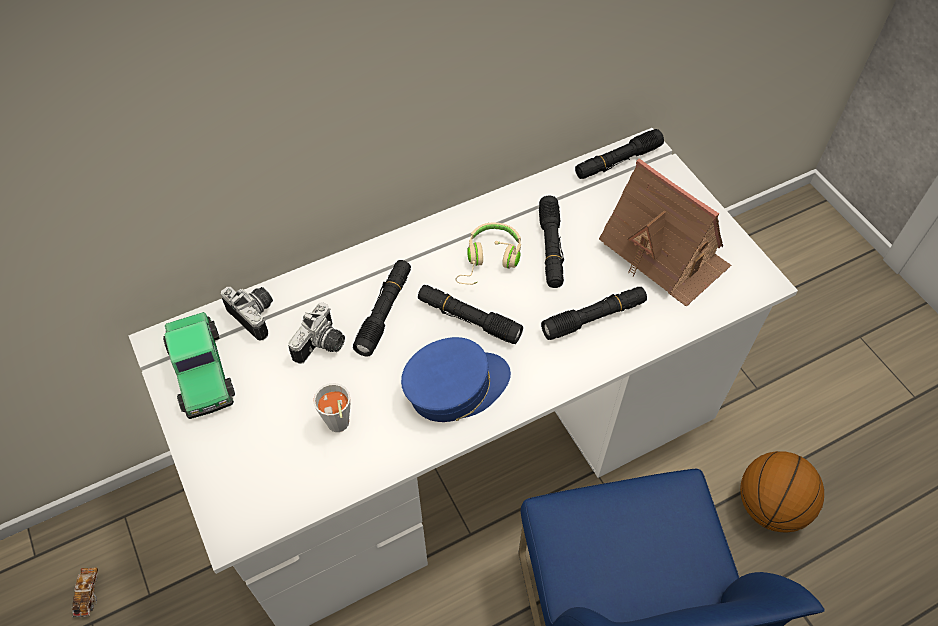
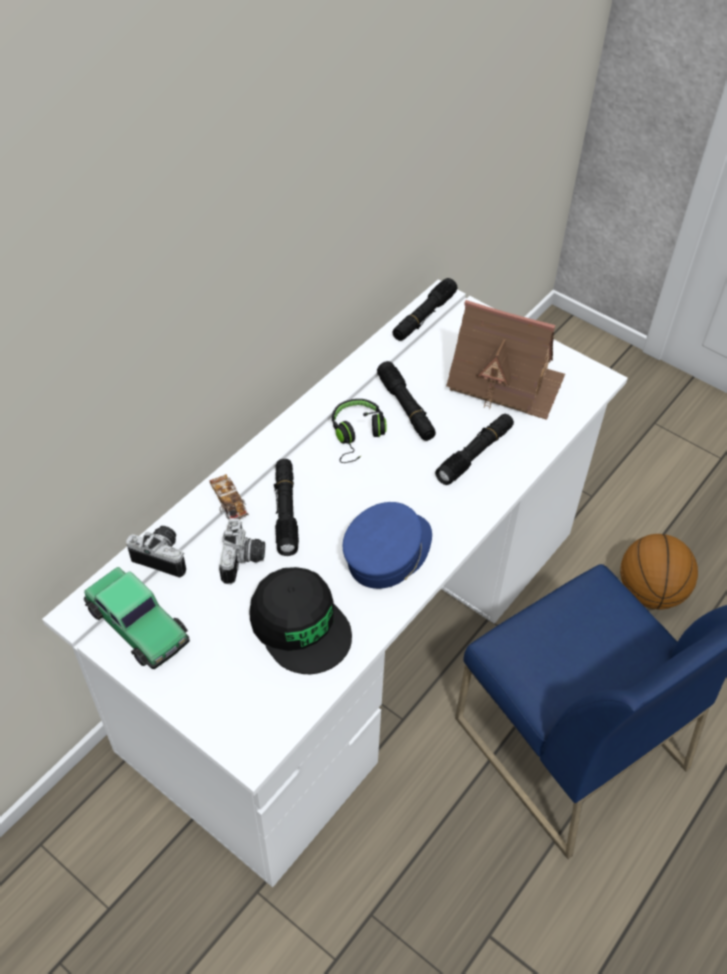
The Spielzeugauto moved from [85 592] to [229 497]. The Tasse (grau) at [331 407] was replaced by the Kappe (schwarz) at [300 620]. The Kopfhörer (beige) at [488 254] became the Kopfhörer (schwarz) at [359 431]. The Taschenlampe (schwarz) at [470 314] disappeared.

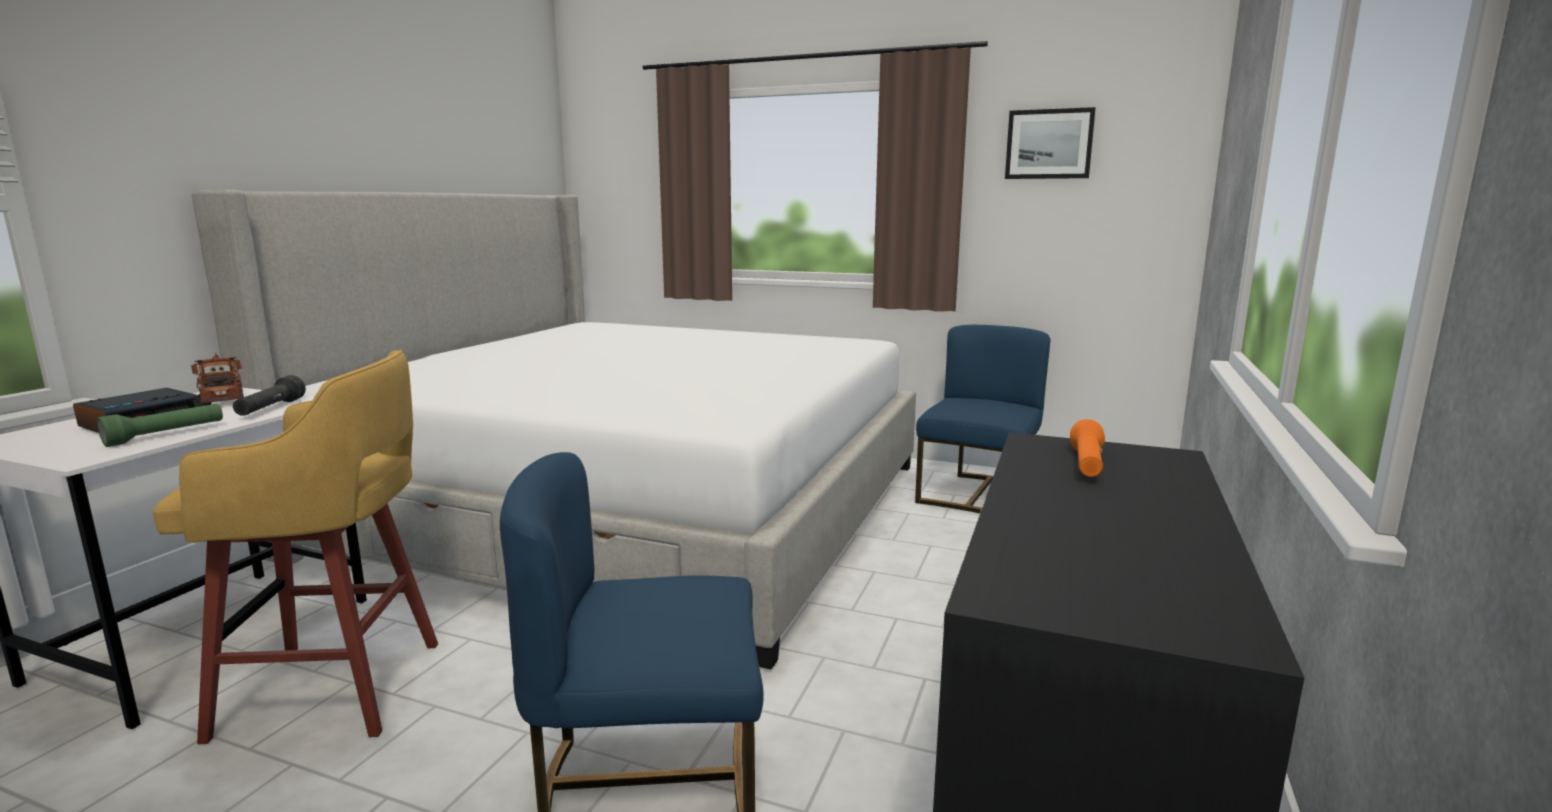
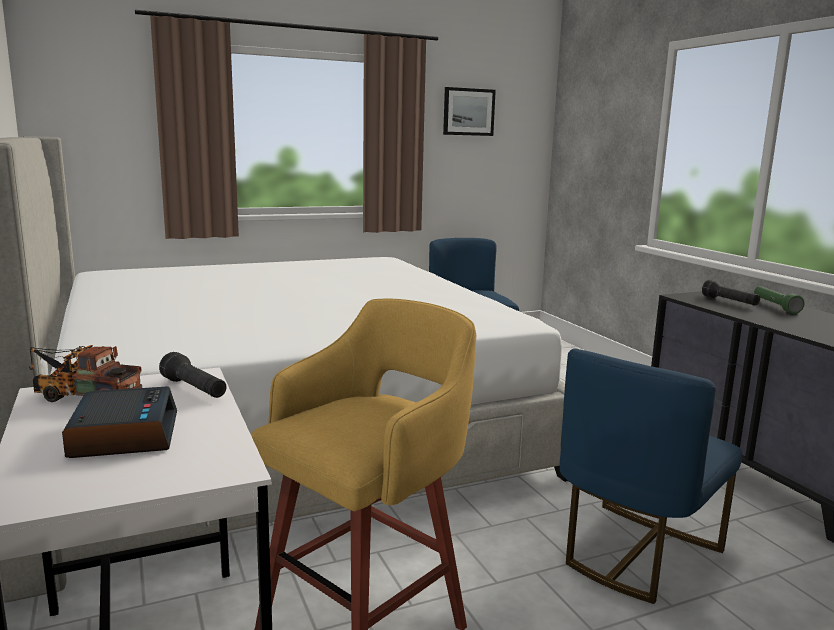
The Taschenlampe (orange) at [1087 448] became the Taschenlampe (schwarz) at [731 292]. The Taschenlampe (grün) moved from [160 425] to [779 300].

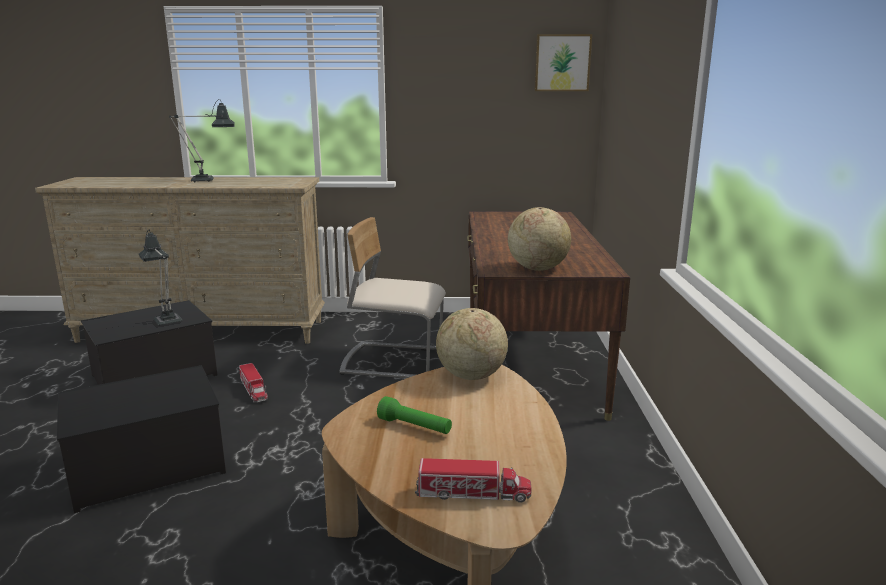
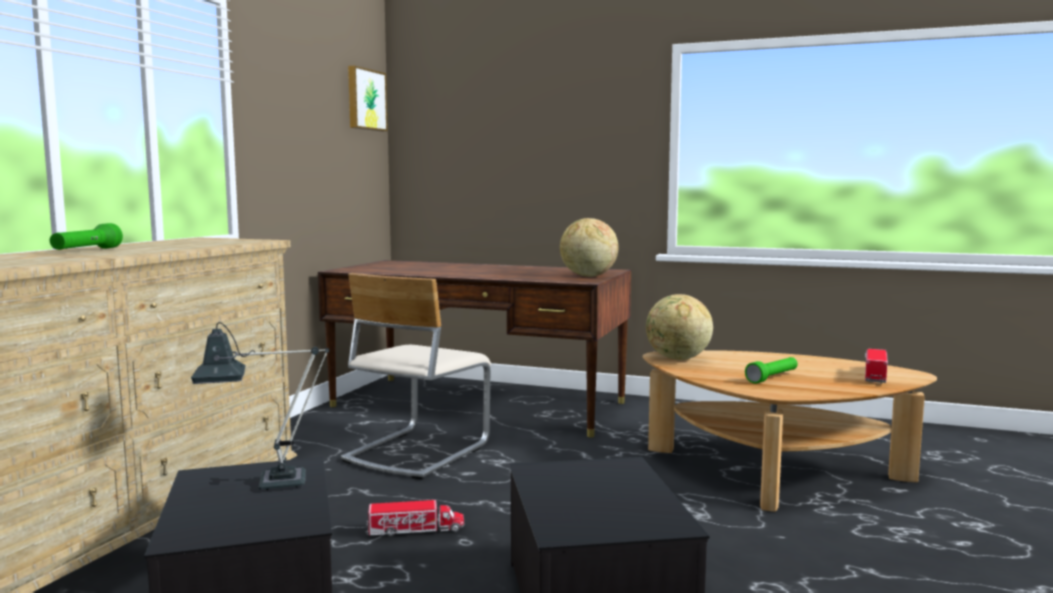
The Tischlampe at [202 140] was replaced by the Taschenlampe (grün) at [86 236].

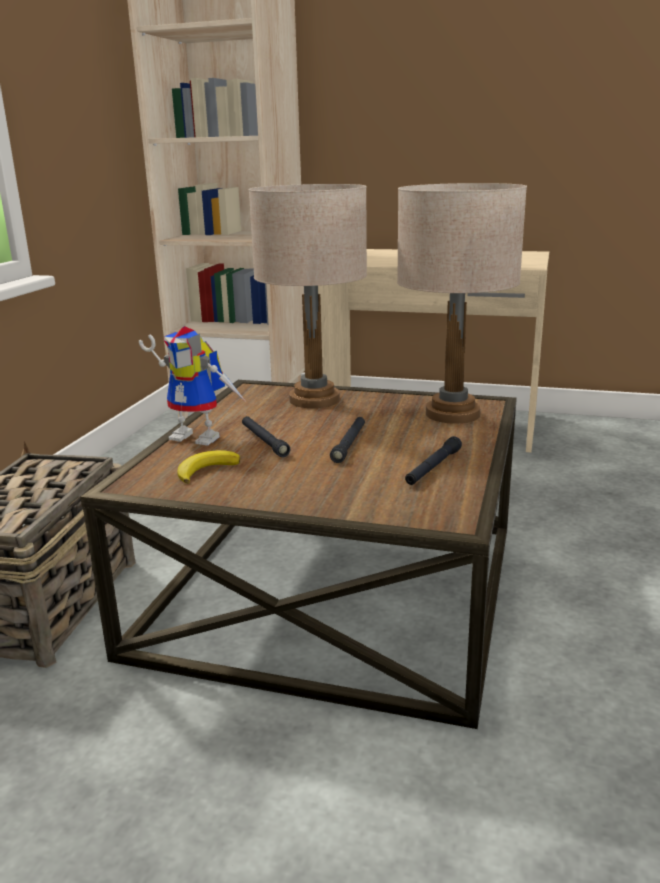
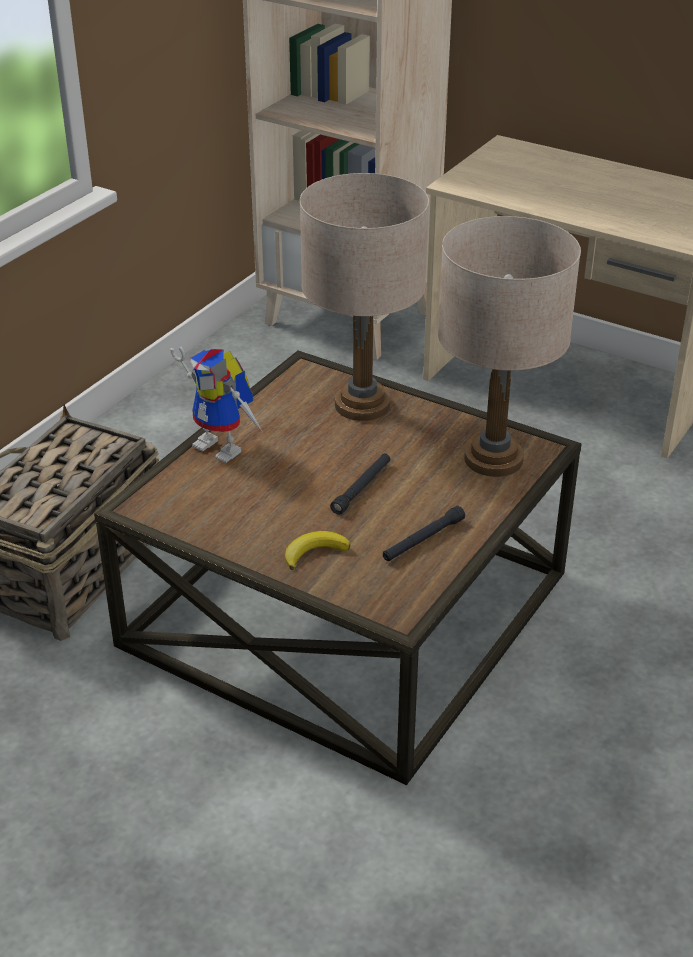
The Banane moved from [208 467] to [317 550]. The Taschenlampe (schwarz) at [266 436] disappeared.

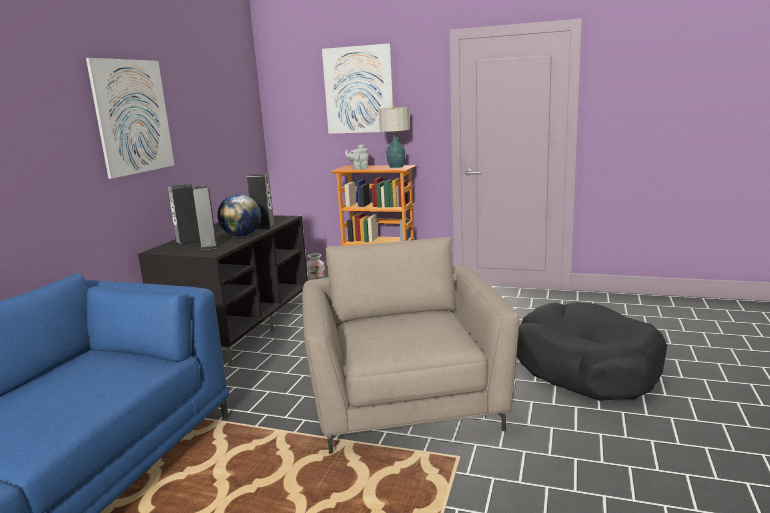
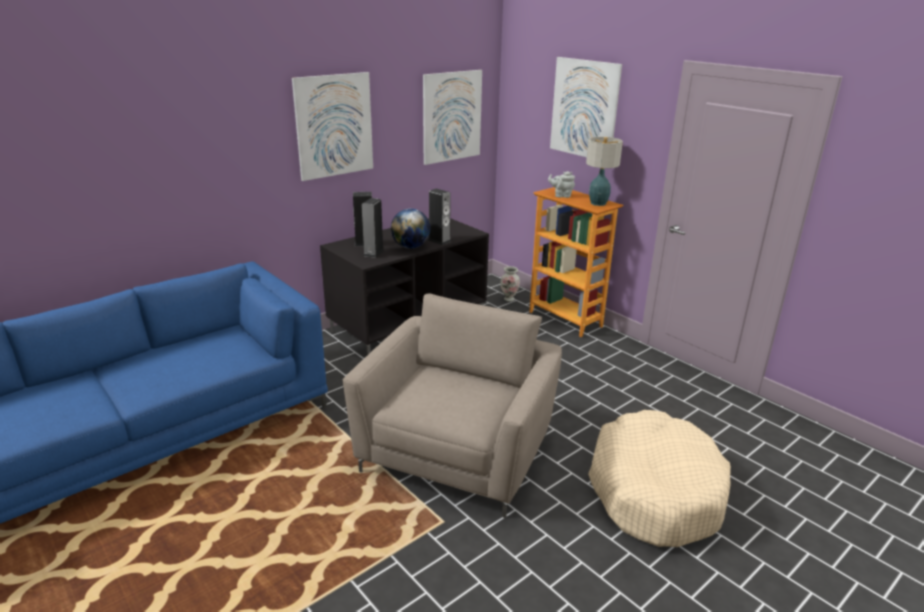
The Bild at [452 117] appeared. The Hundebett (schwarz) at [592 351] became the Hundebett (beige) at [659 478].

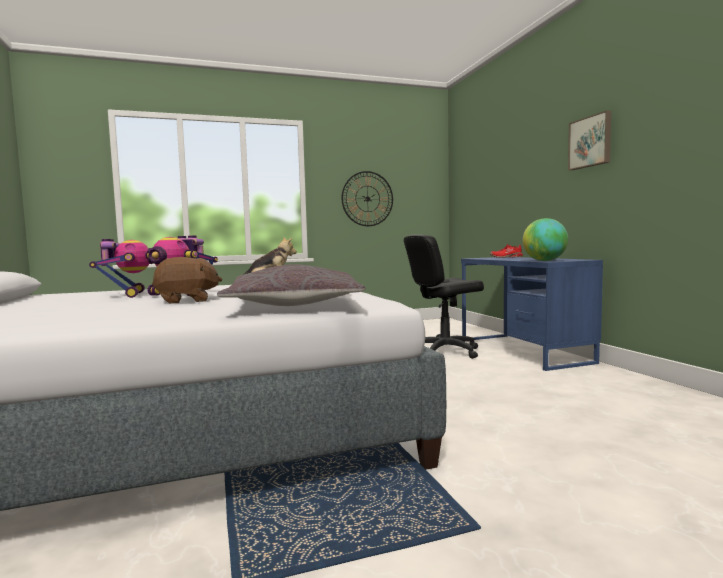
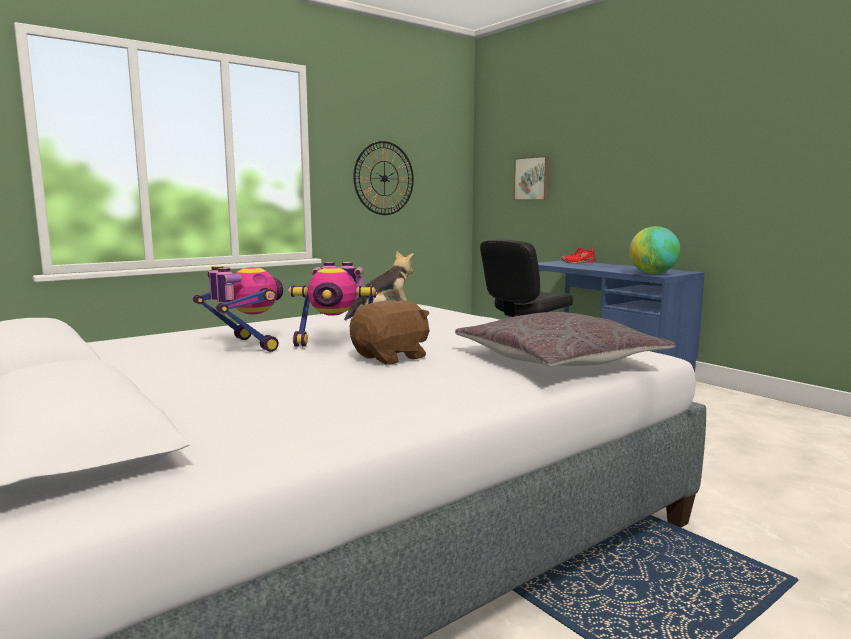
The Bild moved from [589 140] to [531 178].

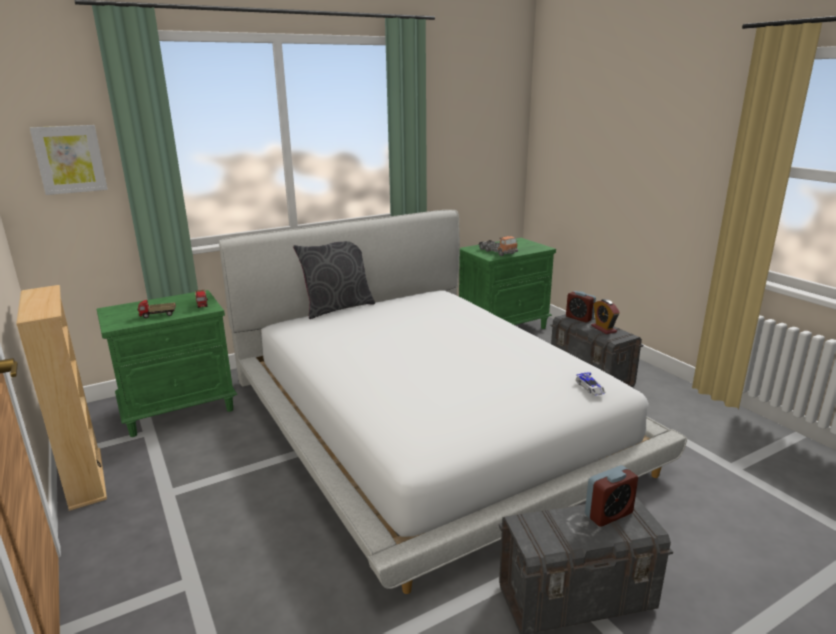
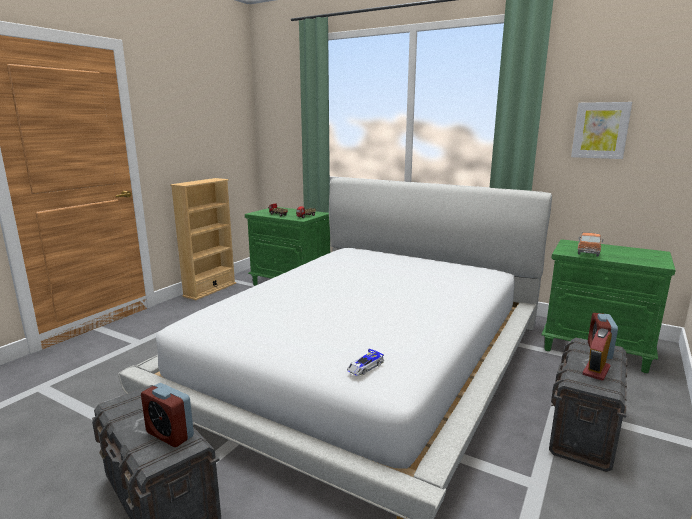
The Bild moved from [69 160] to [601 130]. The Kissen (grau) at [334 280] disappeared.

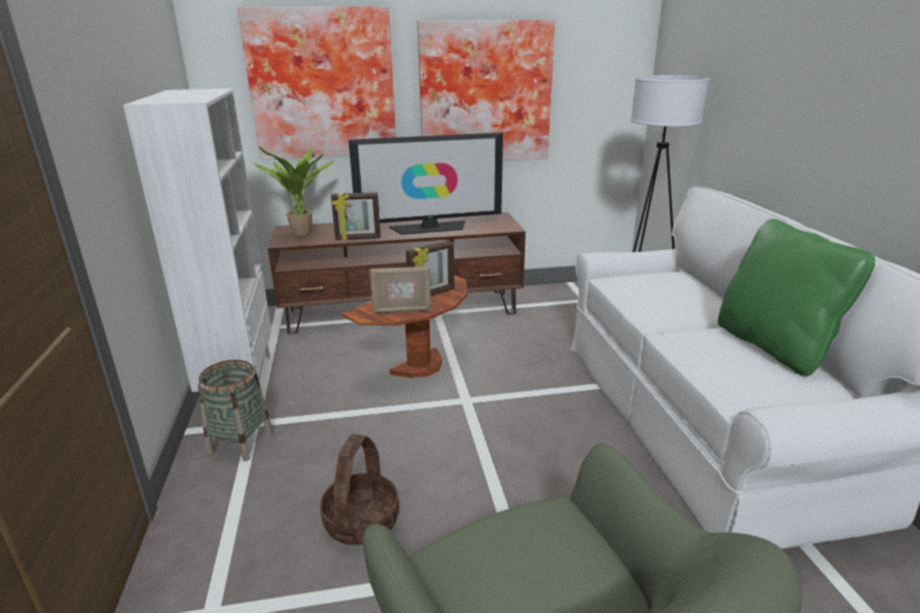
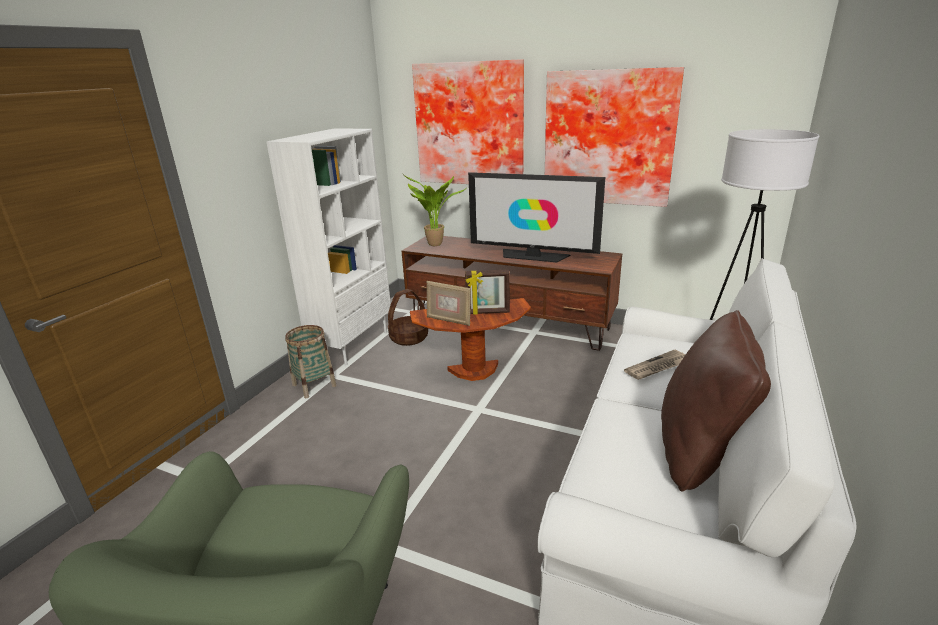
The Korb moved from [359 489] to [408 317]. The Zeitung at [655 365] appeared. The Kissen (grün) at [796 297] became the Kissen (braun) at [716 400]. The Bilderrahmen at [356 216] disappeared.

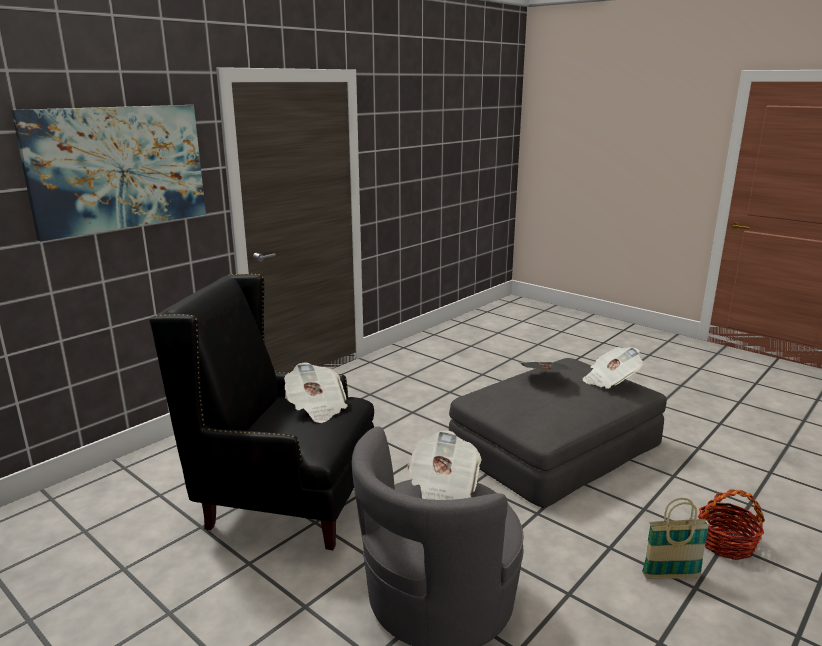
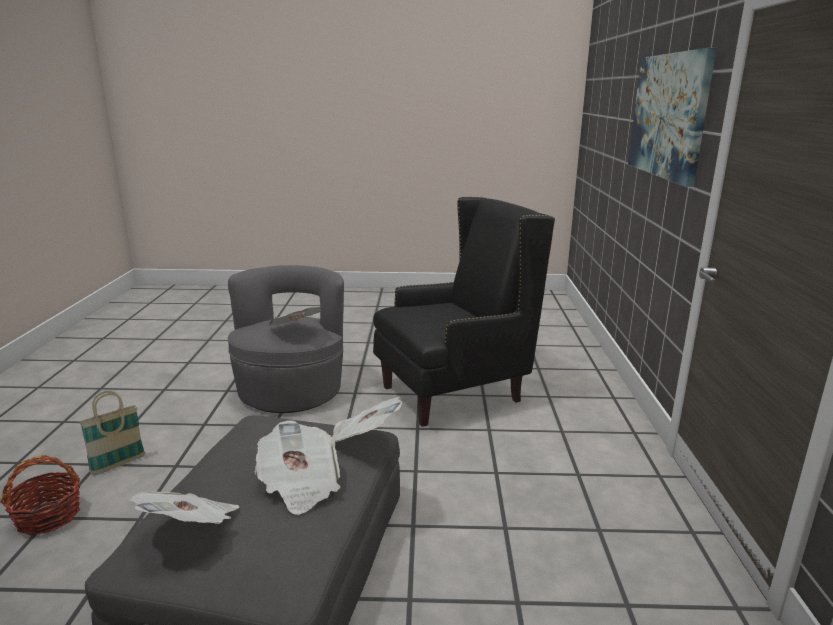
The Zeitung moved from [316 393] to [367 419].

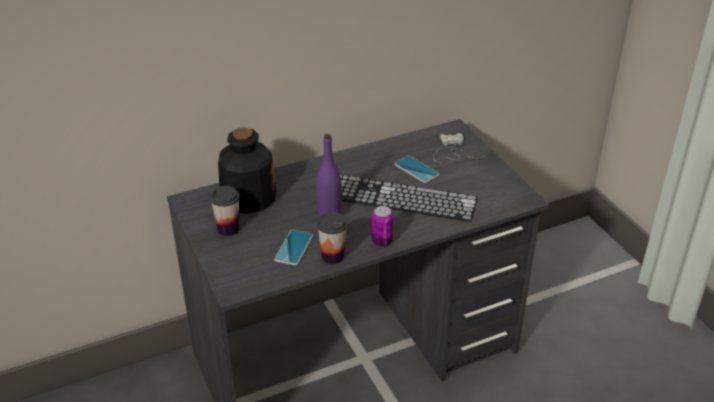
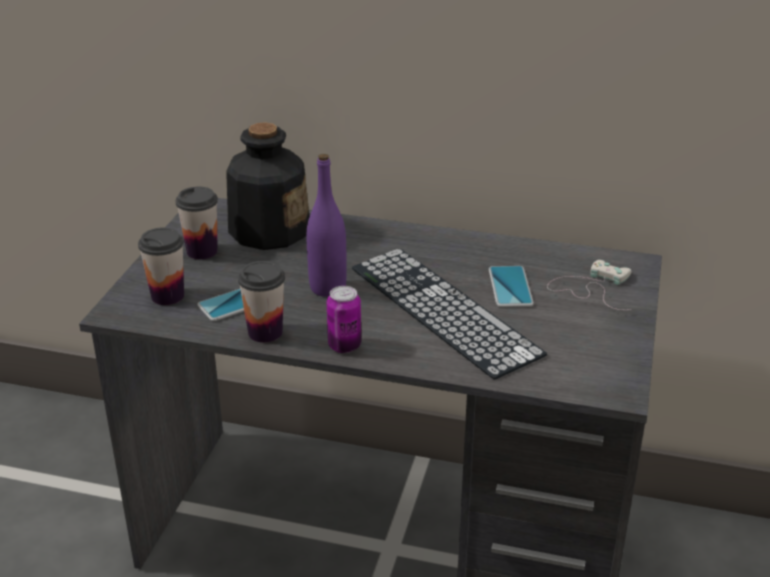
The Tasse at [161 266] appeared.

